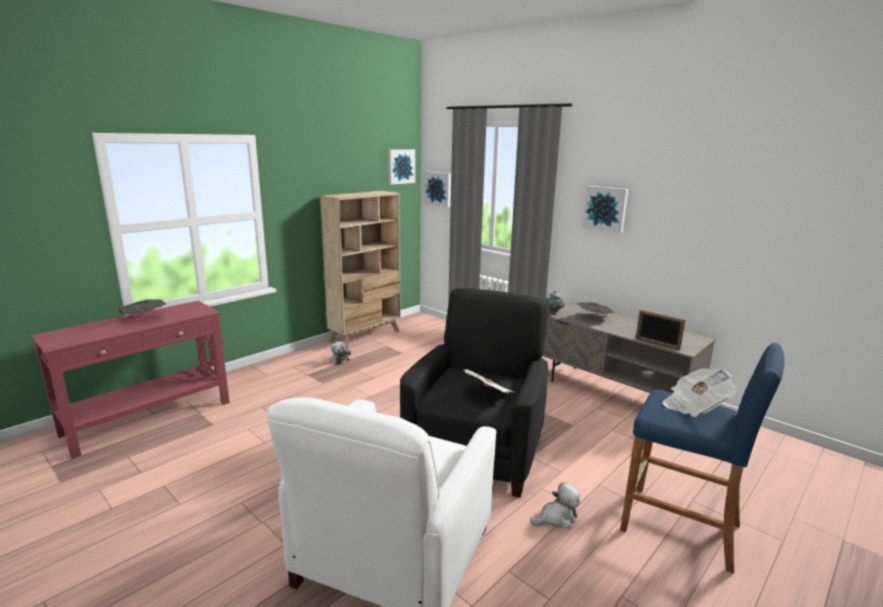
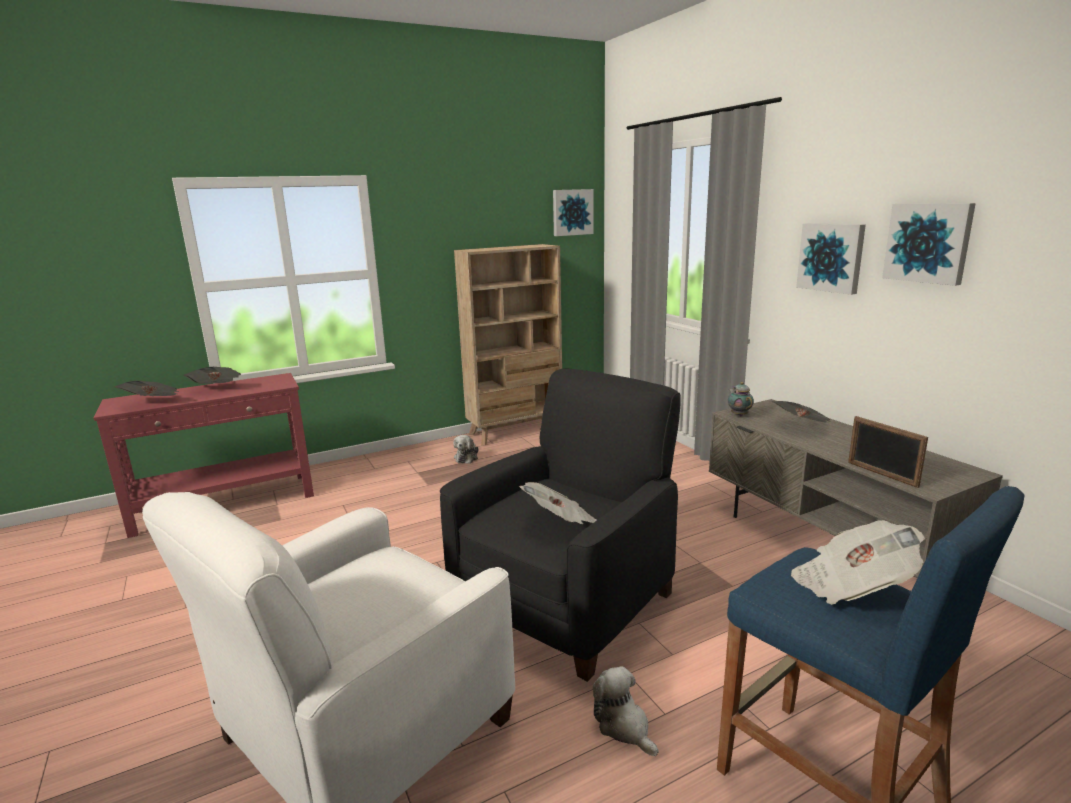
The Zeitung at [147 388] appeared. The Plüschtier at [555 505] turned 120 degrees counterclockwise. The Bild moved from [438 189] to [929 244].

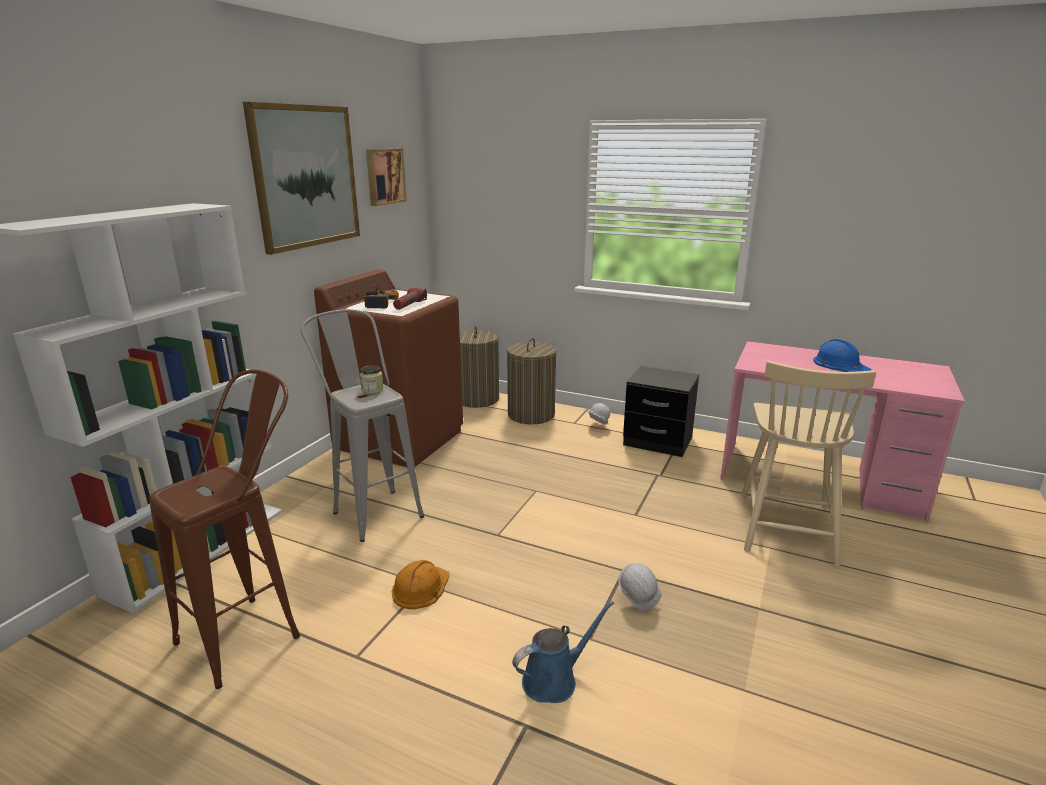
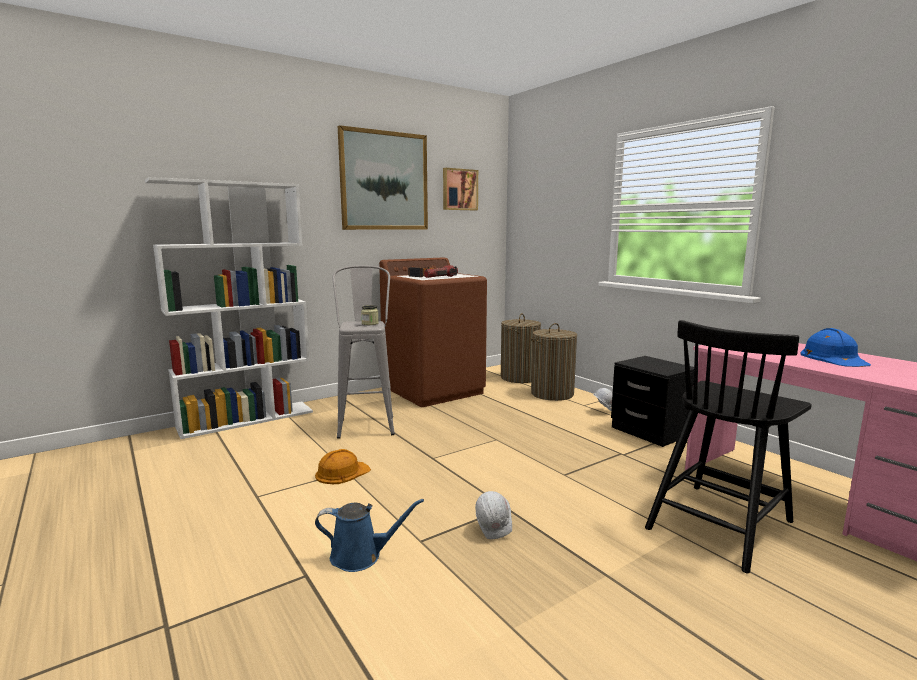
The Stuhl (beige) at [808 464] became the Stuhl (schwarz) at [728 446]. The Hocker (braun) at [225 529] disappeared.

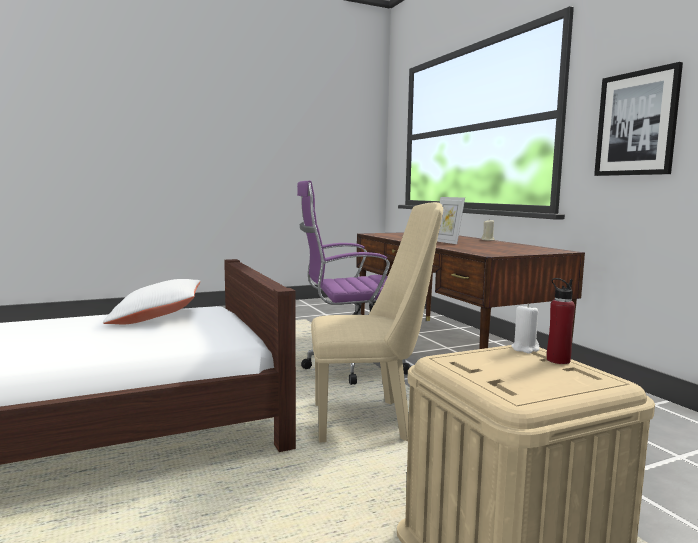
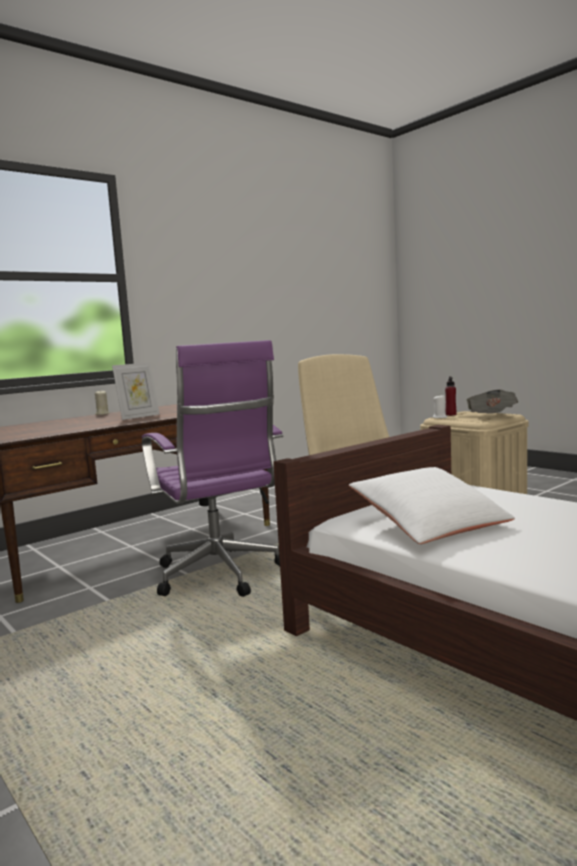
The Zeitung at [492 402] appeared. The Bild at [638 119] disappeared.

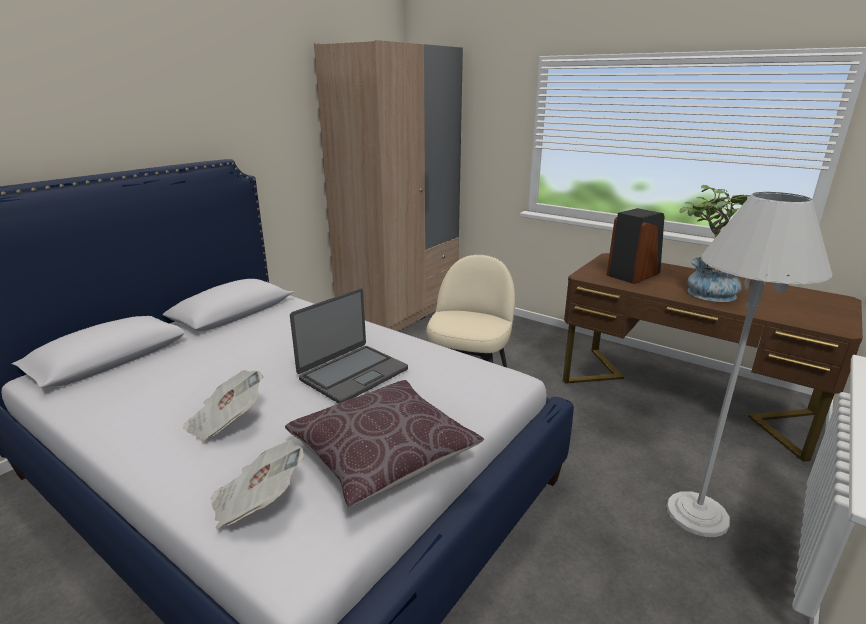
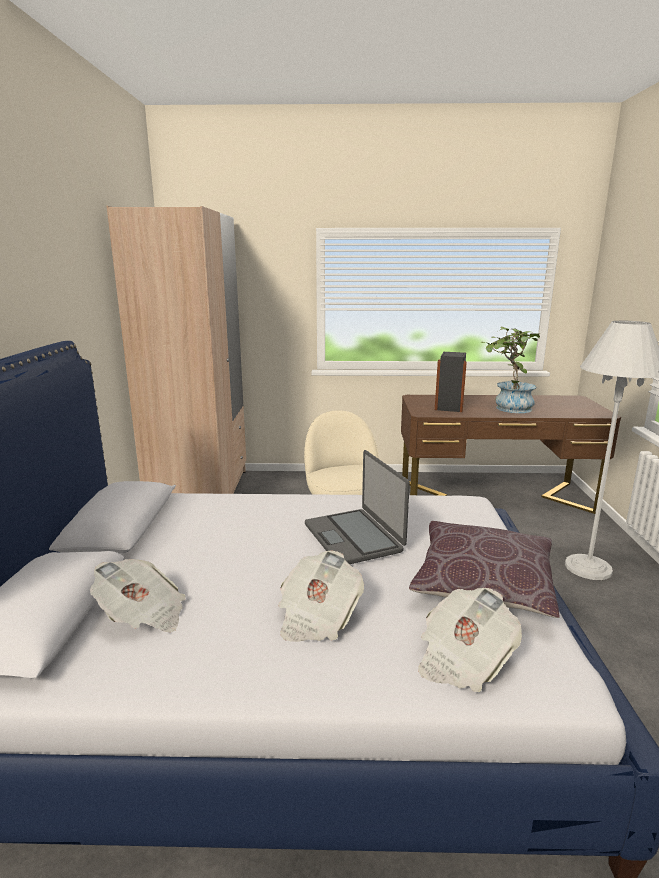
The Zeitung at [137 595] appeared. The Laptop at [349 345] turned 150 degrees clockwise.

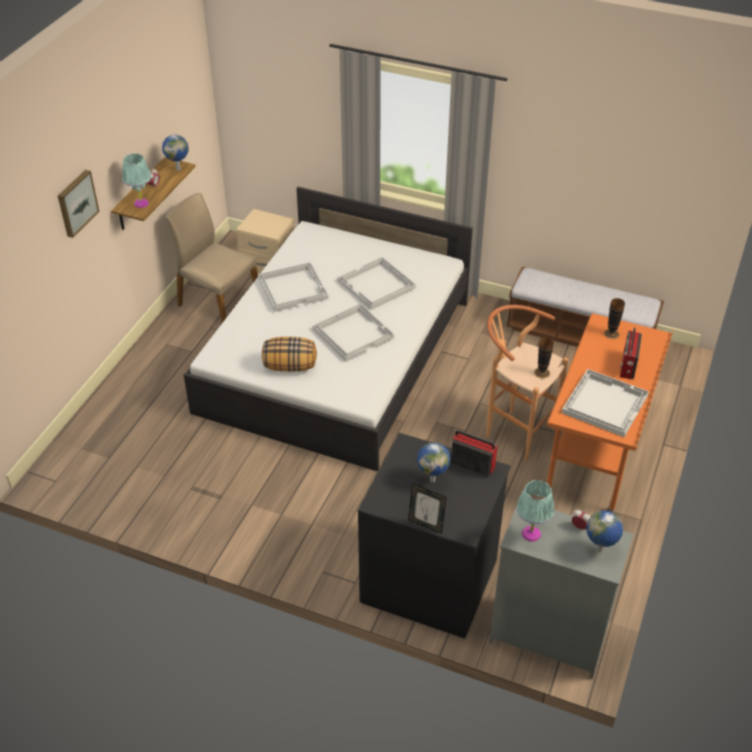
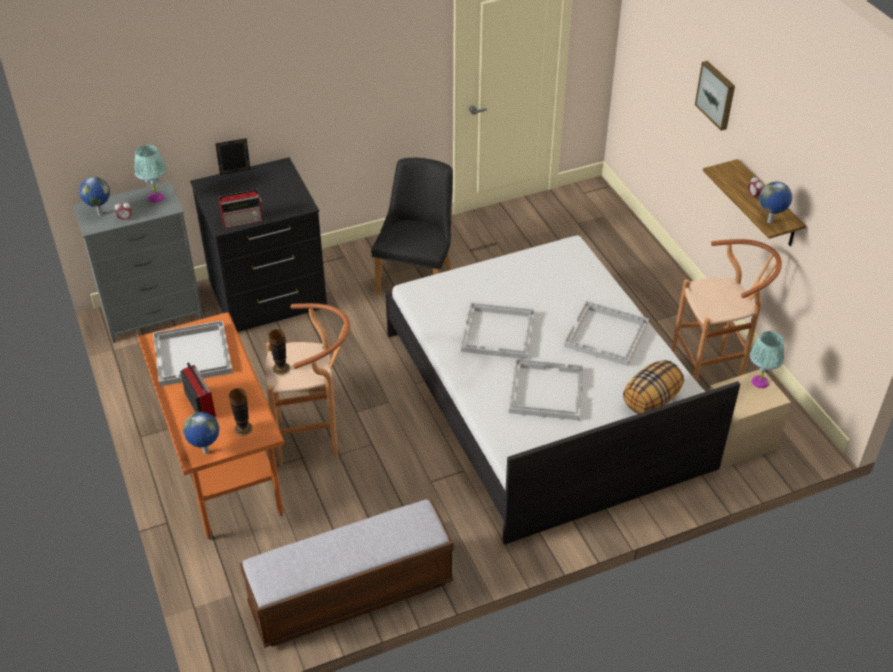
The Globus moved from [434 462] to [201 433]. The Stuhl (schwarz) at [412 226] appeared. The Kissen moved from [289 354] to [653 387]. The Stuhl (beige) at [212 258] was replaced by the Hocker (braun) at [727 310]. The Tischlampe (türkis) moved from [137 180] to [767 359].

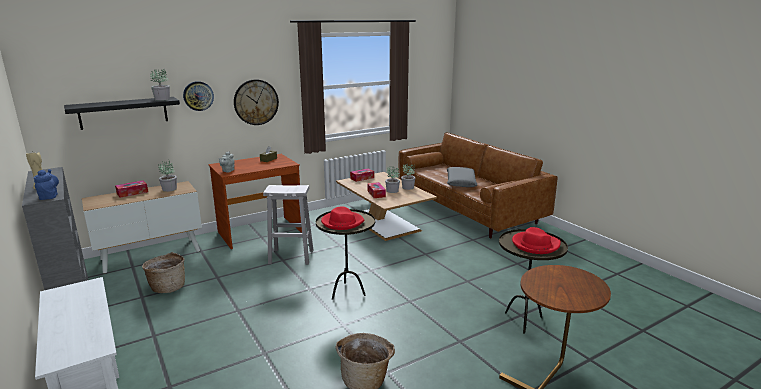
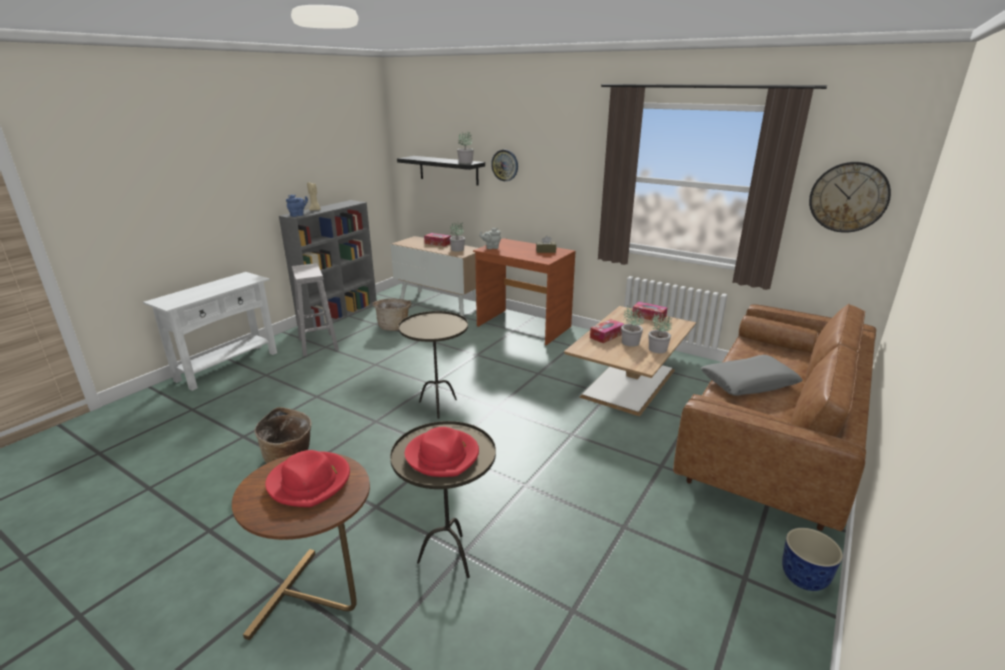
The Hut (rot) moved from [342 218] to [307 478]. The Hocker (weiß) moved from [288 225] to [315 309]. The Pflanzkübel at [812 559] appeared. The Wanduhr moved from [256 102] to [850 197].

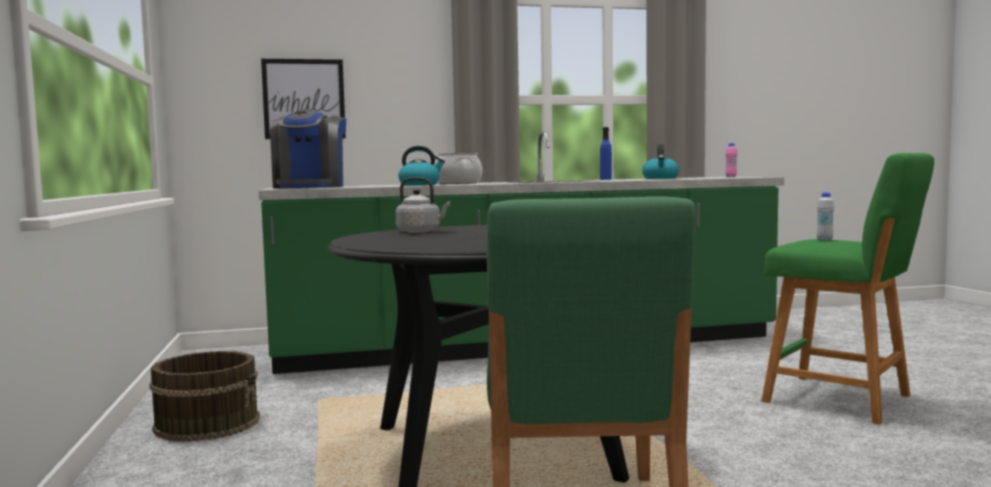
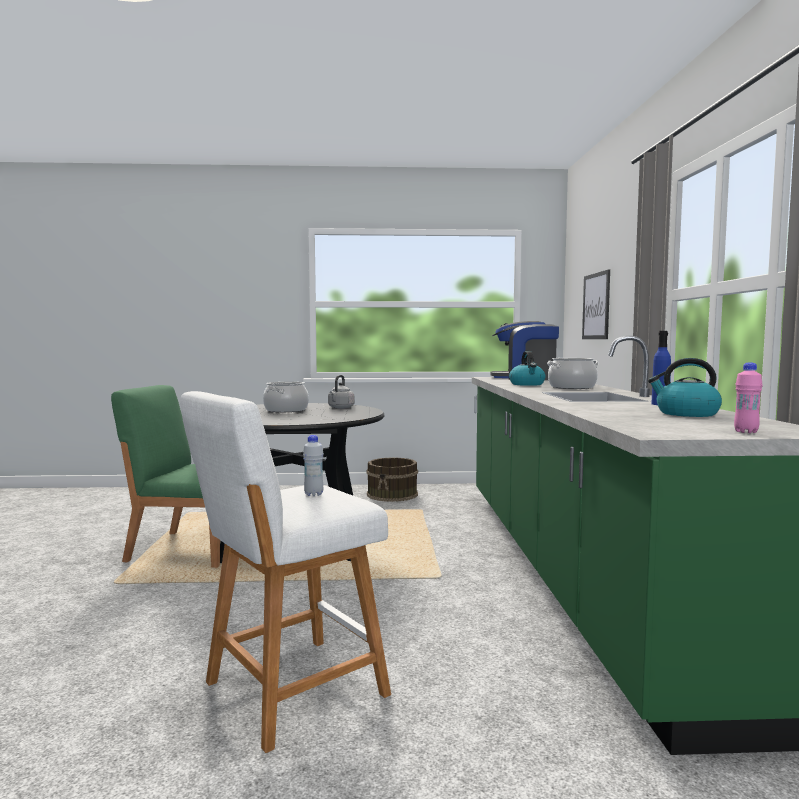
The Hocker (grün) at [847 289] became the Hocker (weiß) at [285 572]. The Kochtopf at [286 397] appeared.

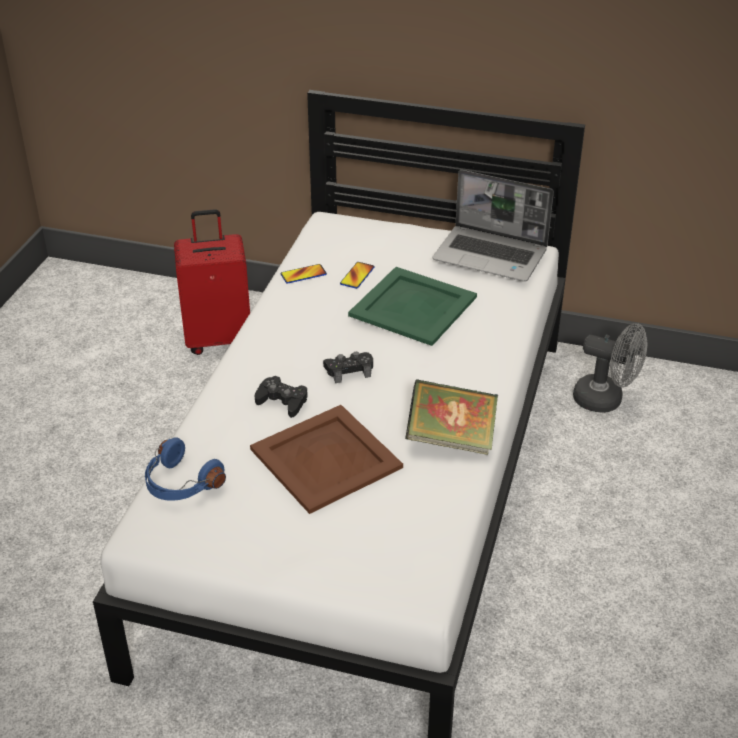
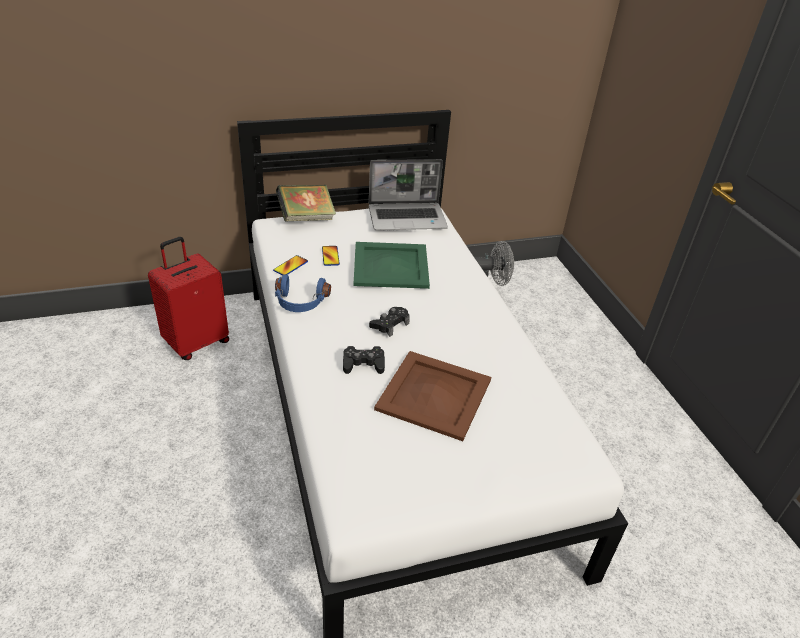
The Kopfhörer (blau) moved from [185 469] to [303 293]. The Buch moved from [451 417] to [306 203].

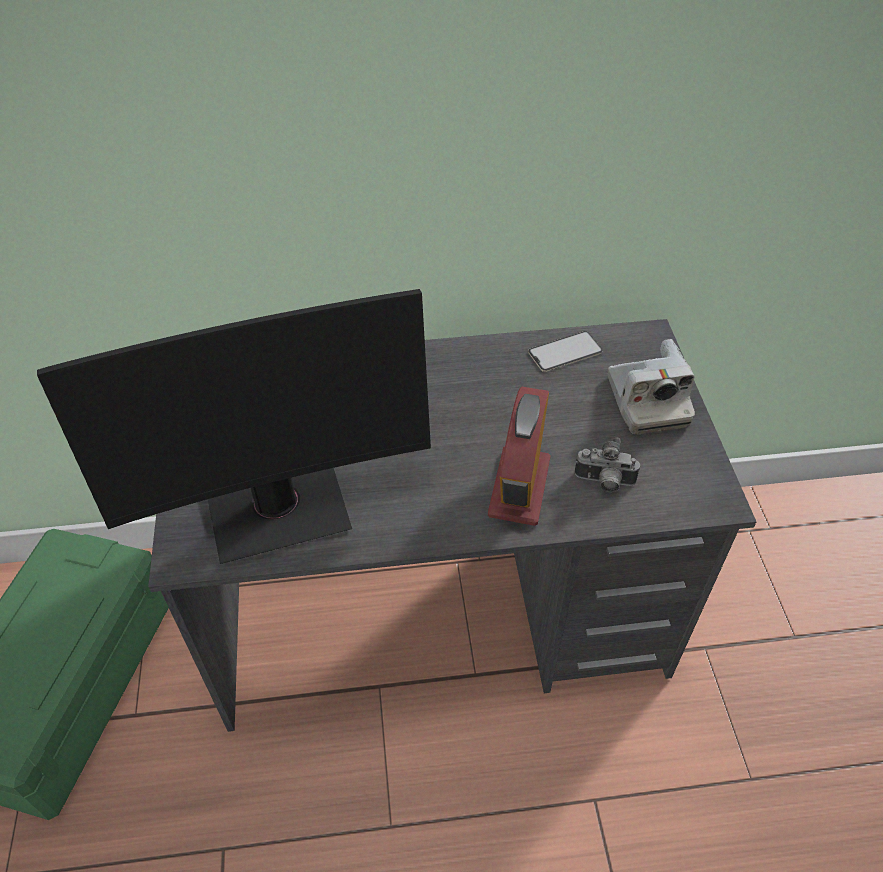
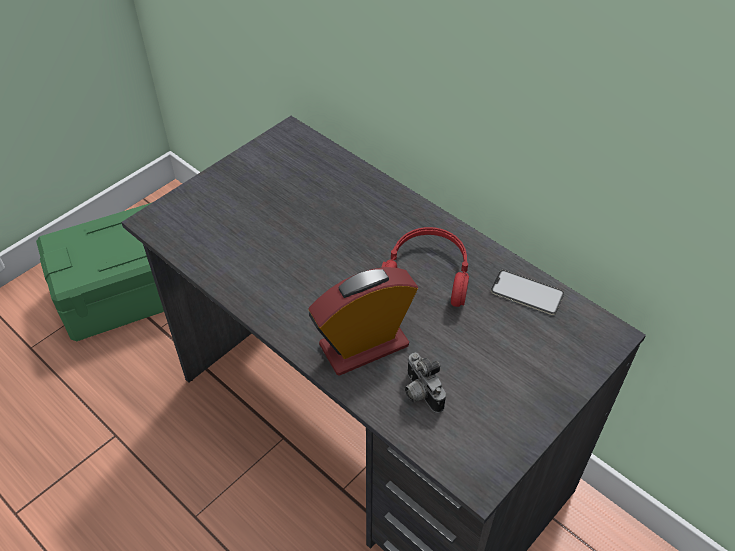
The Kopfhörer (rot) at [425 267] appeared. The Monitor at [234 426] disappeared. The Kamera at [651 386] disappeared.

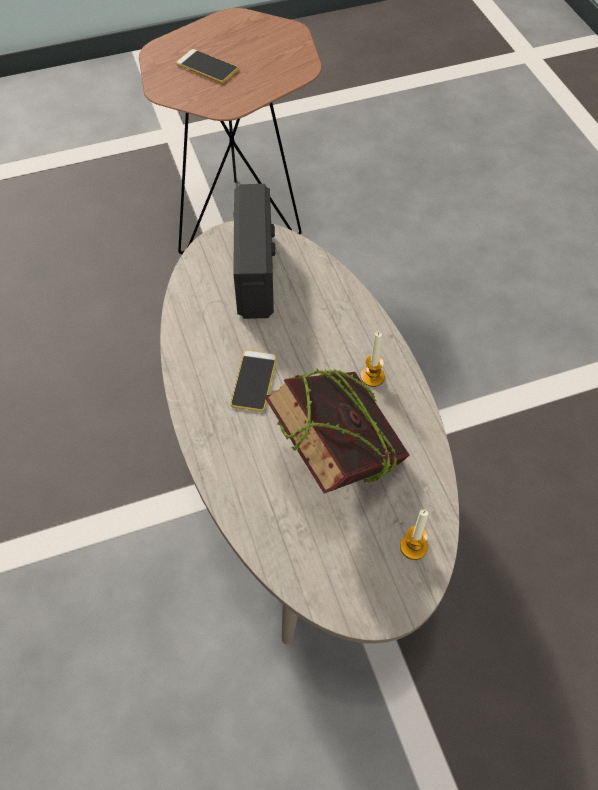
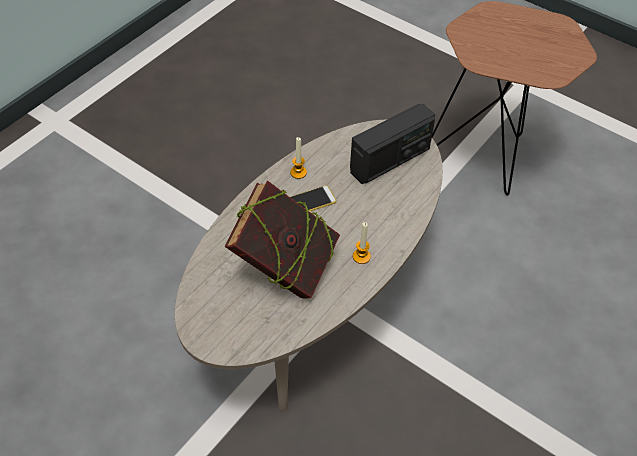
The Kerze moved from [414 534] to [298 158]. The Handy at [207 66] disappeared.

